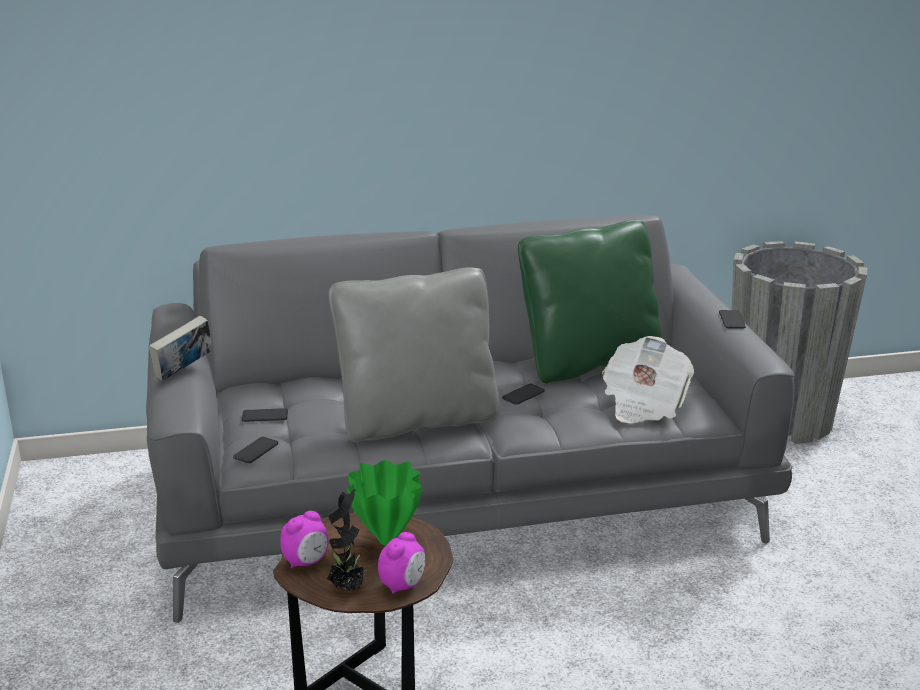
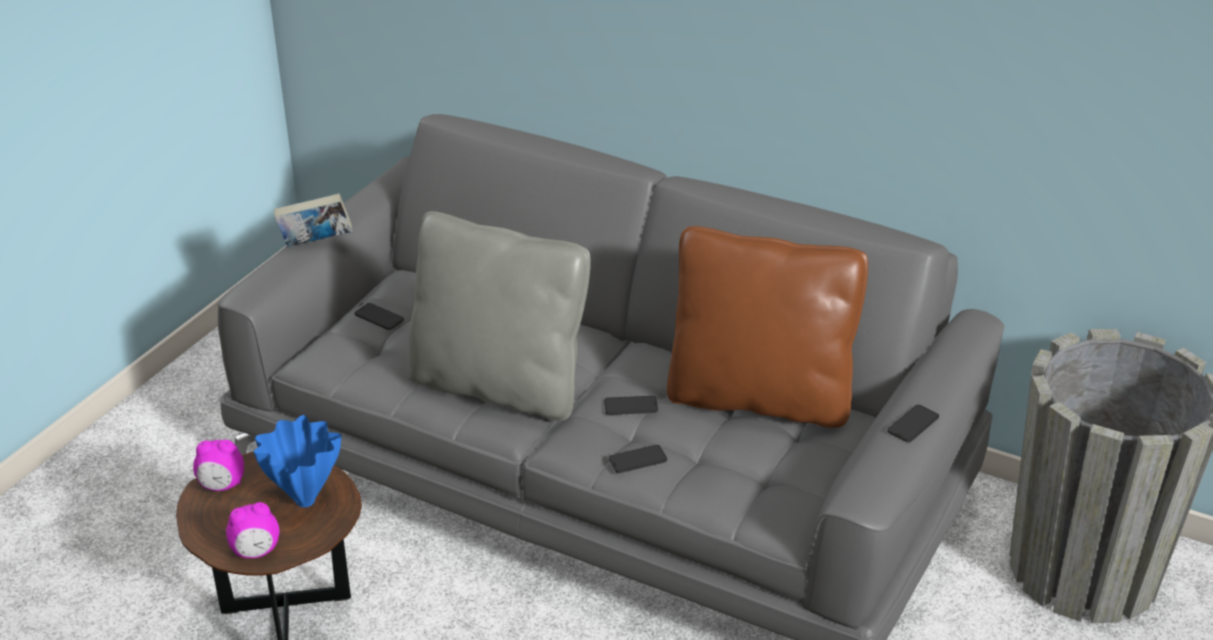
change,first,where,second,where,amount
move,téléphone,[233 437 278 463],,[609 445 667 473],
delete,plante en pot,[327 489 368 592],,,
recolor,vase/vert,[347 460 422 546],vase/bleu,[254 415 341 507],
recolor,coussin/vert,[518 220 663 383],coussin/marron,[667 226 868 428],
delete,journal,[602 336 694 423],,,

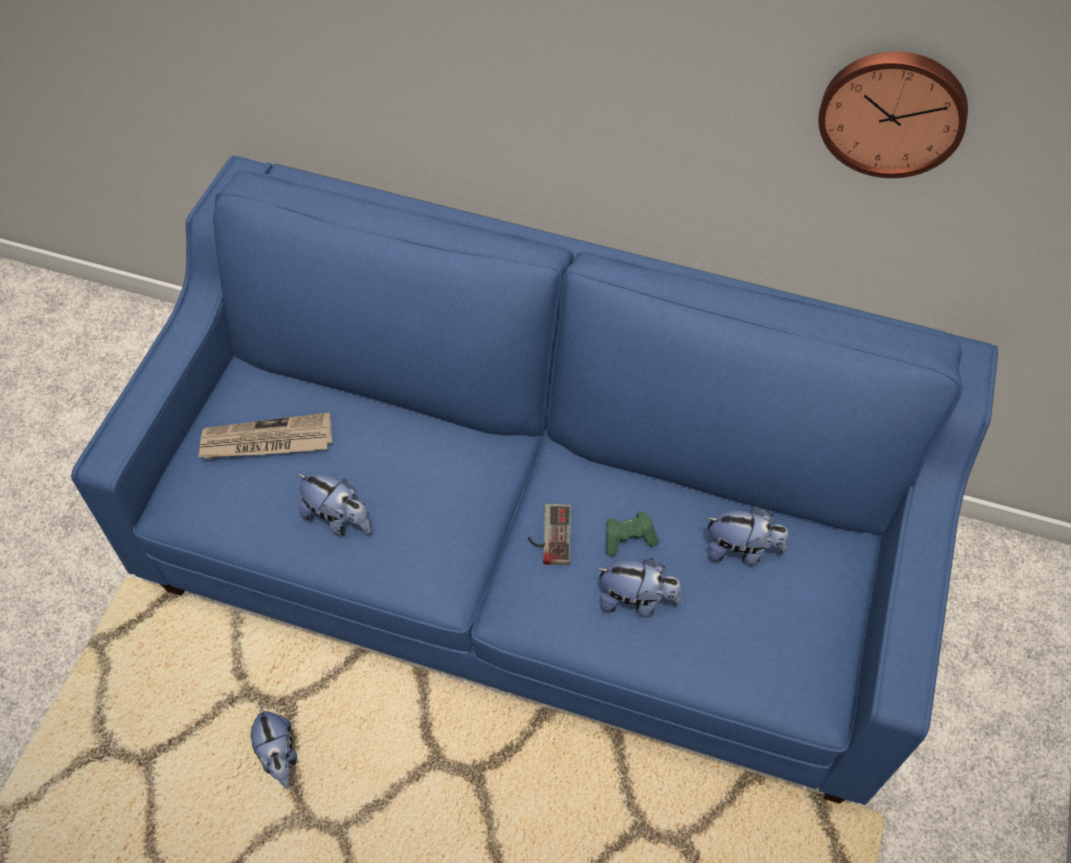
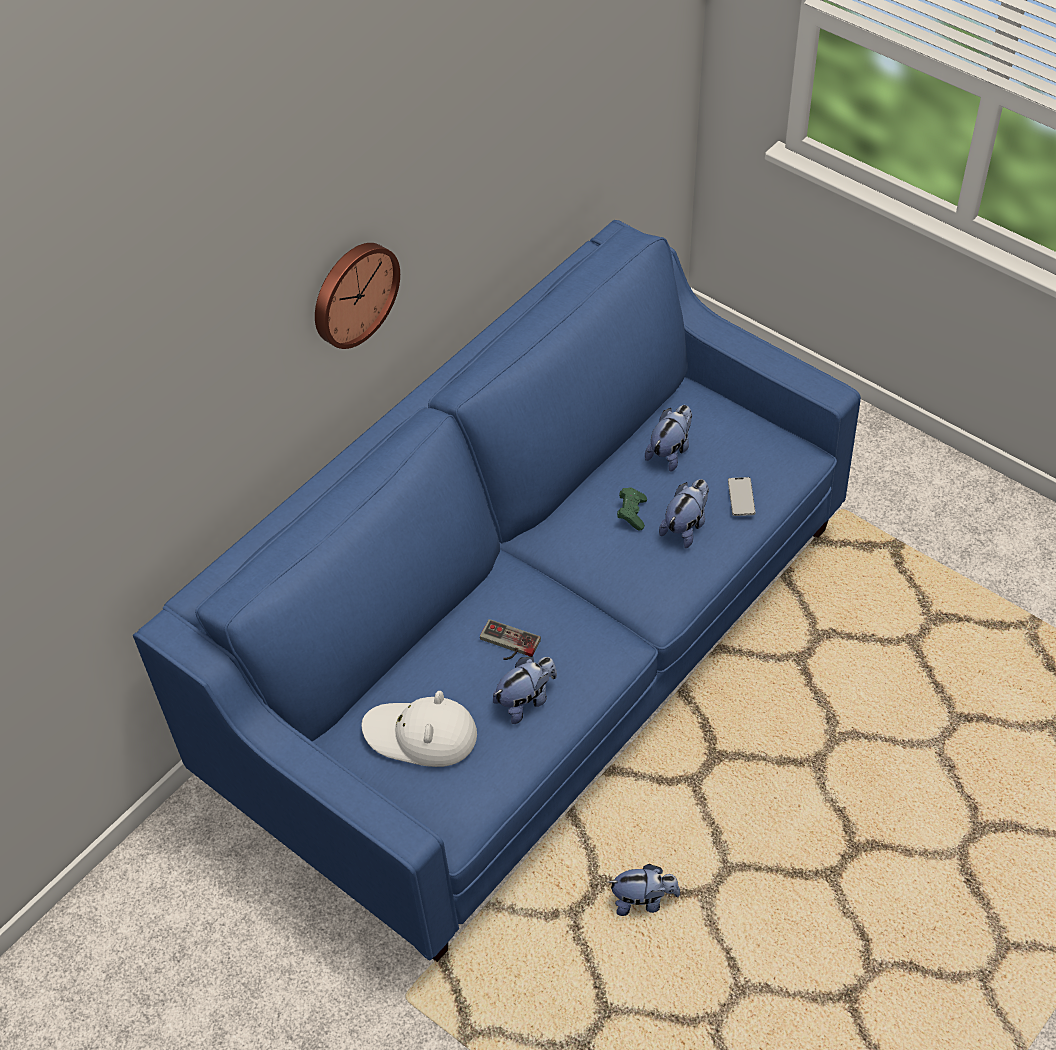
change,first,where,second,where,amount
replace,journal,[198 412 332 459],chapeau/blanc,[361 691 477 767],
move,manette,[528 504 571 565],,[480 619 541 660],
move,horloge murale,[818 52 968 178],,[315 243 400 349],
insert,,,téléphone,[728 477 755 516],

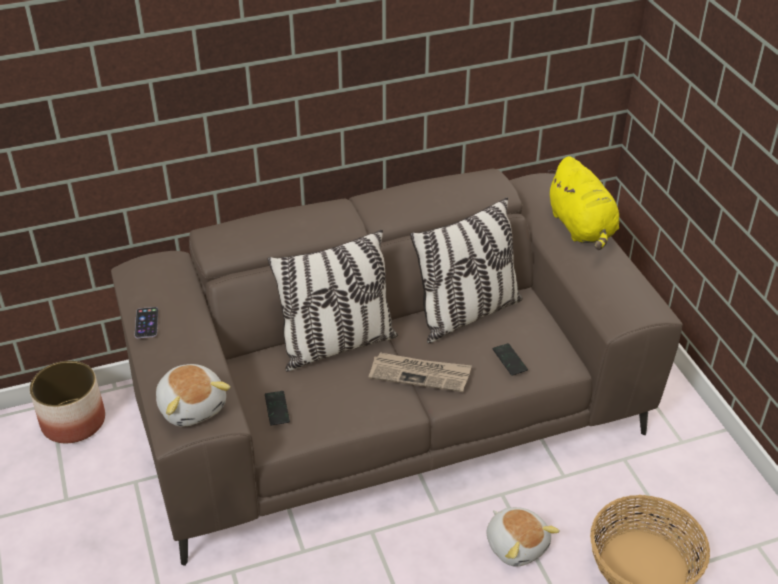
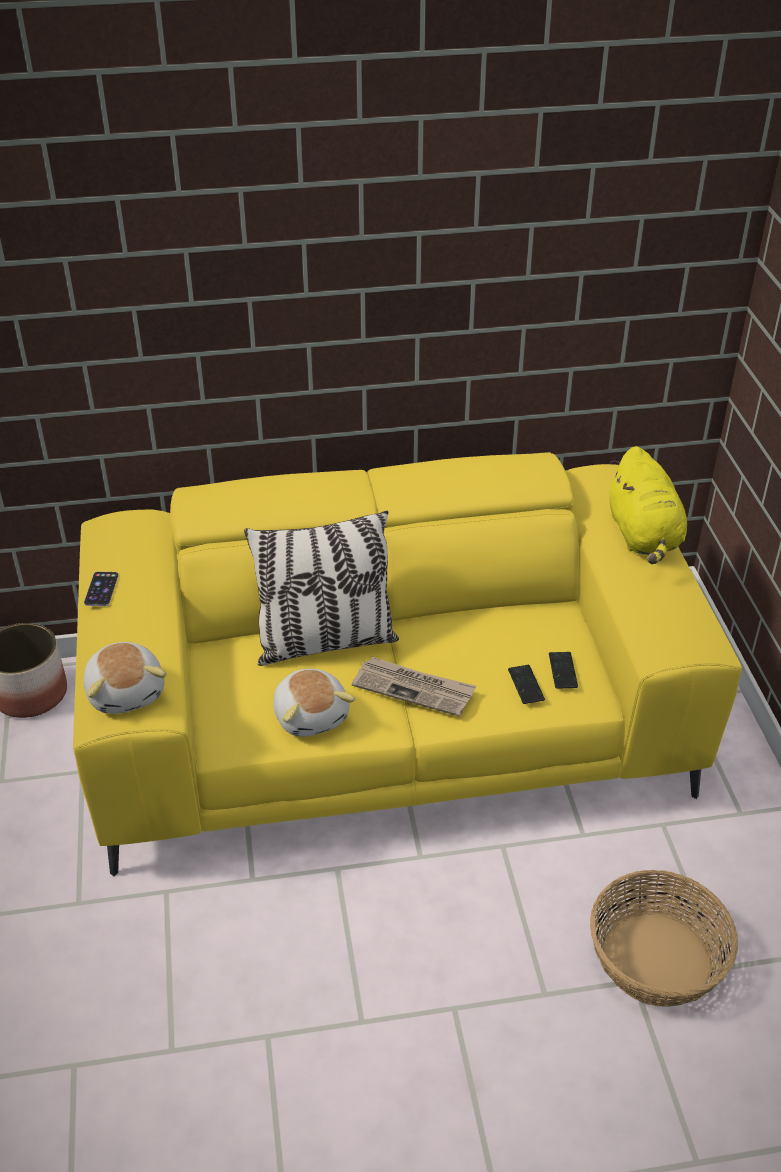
change,first,where,second,where,amount
recolor,canapé/marron,[111 169 683 566],canapé/jaune,[73 452 742 876],
move,téléphone,[265 391 290 426],,[549 652 578 689],
delete,coussin,[410 197 523 343],,,
move,peluche,[486 507 560 567],,[273 669 355 737],

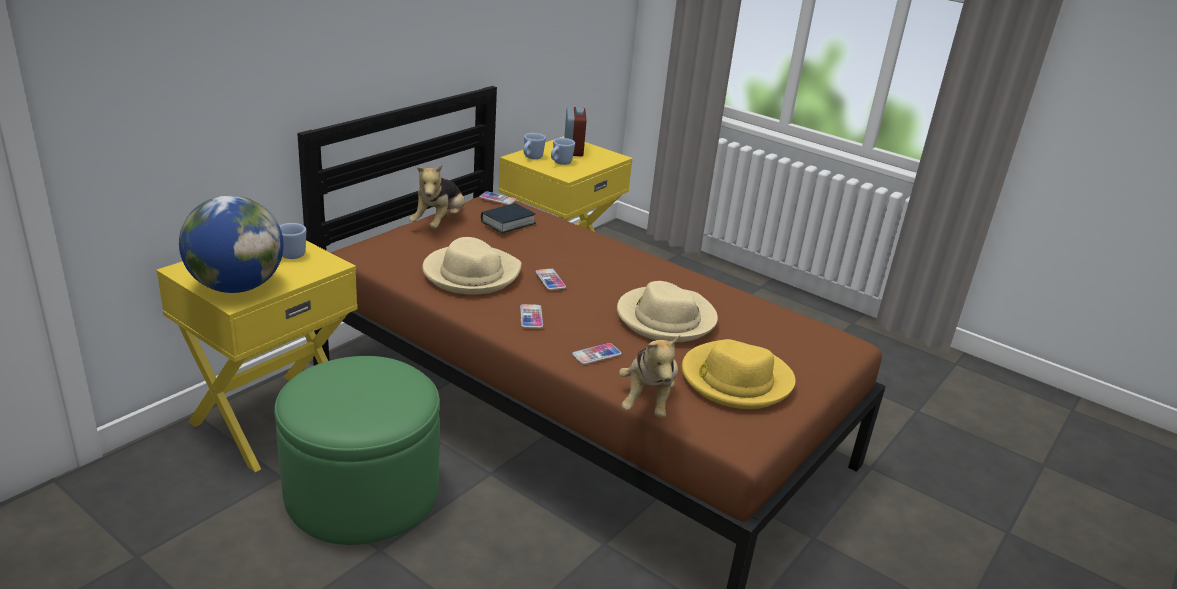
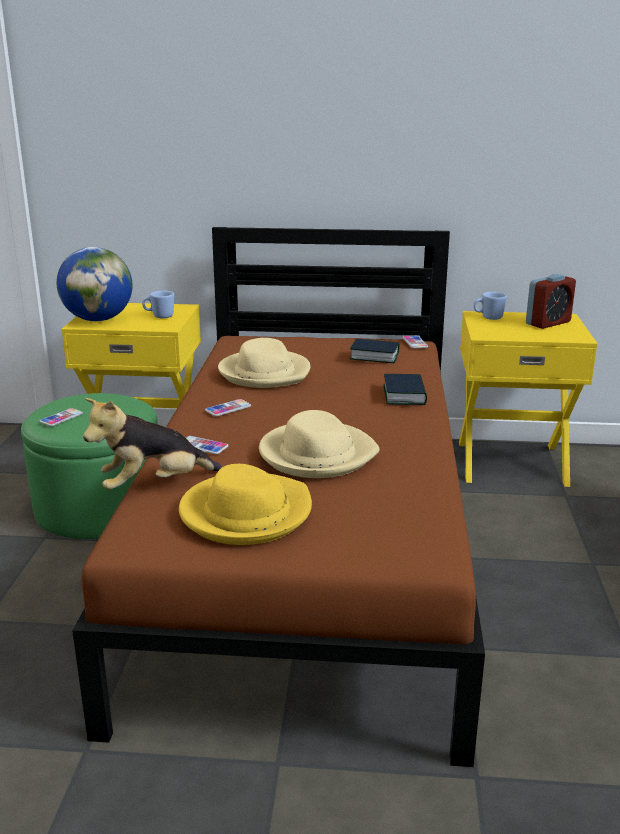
change,first,where,second,where,amount
delete,peluche,[409 164 465 229],,,
move,téléphone,[535 269 566 290],,[40 408 83 426],
delete,mug/bleu,[551 138 575 165],,,
insert,,,livre,[383 374 427 405],

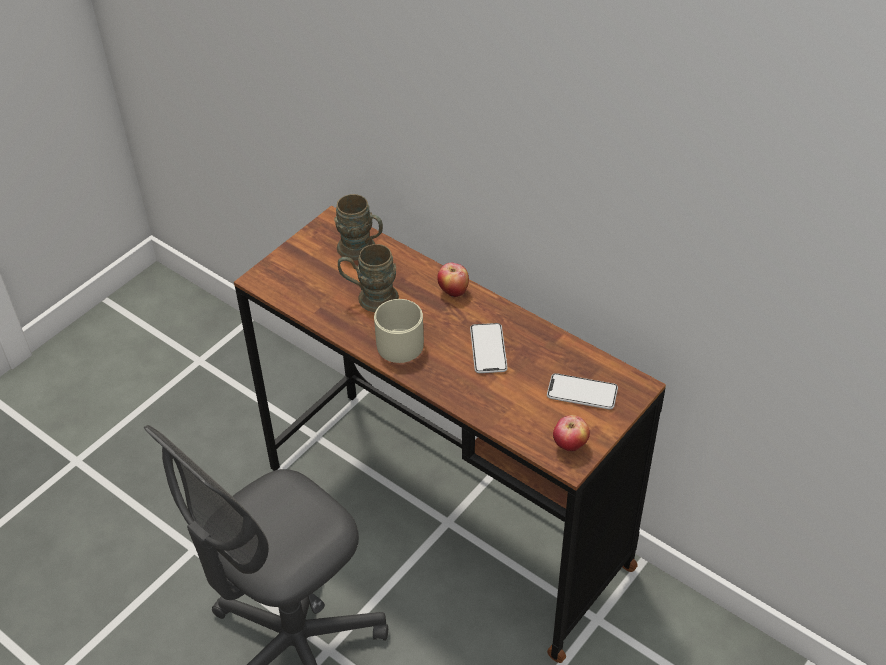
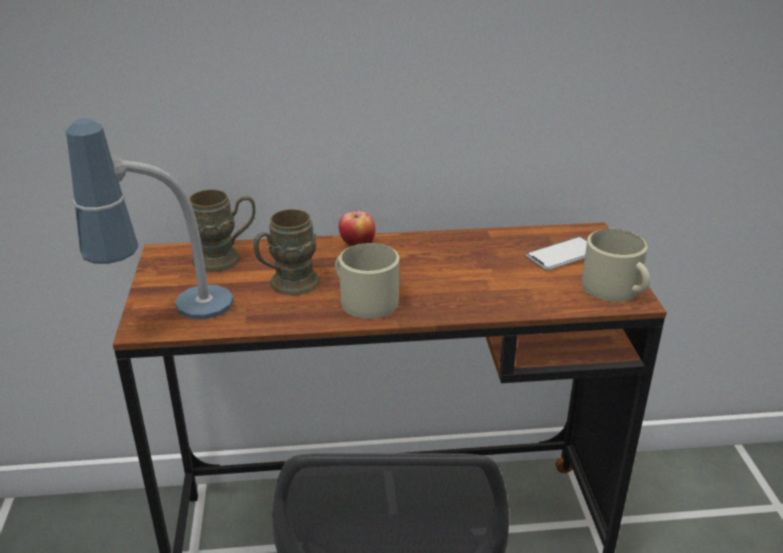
change,first,where,second,where,amount
delete,téléphone,[470 323 508 373],,,
replace,pomme,[553 415 590 451],mug/beige,[582 229 650 302],
insert,,,lampe de table,[66 118 234 319],

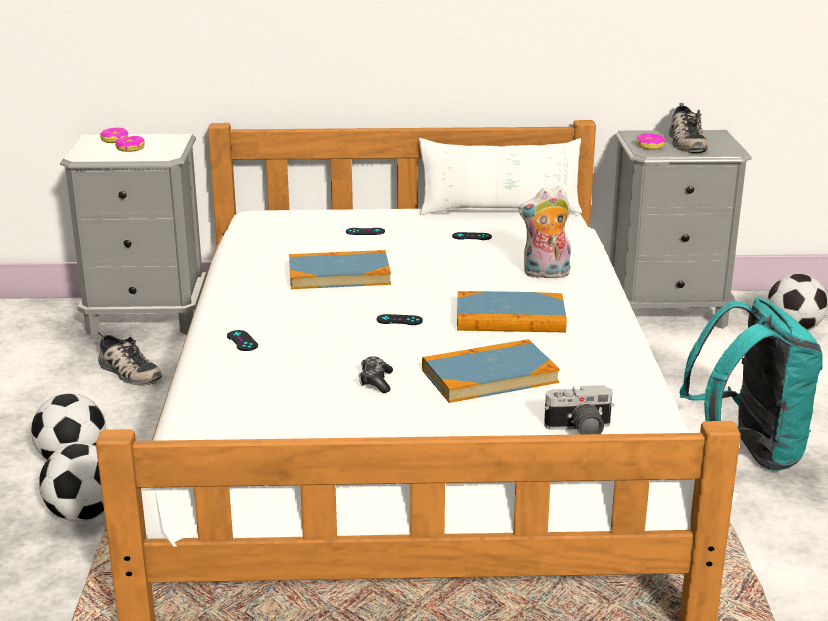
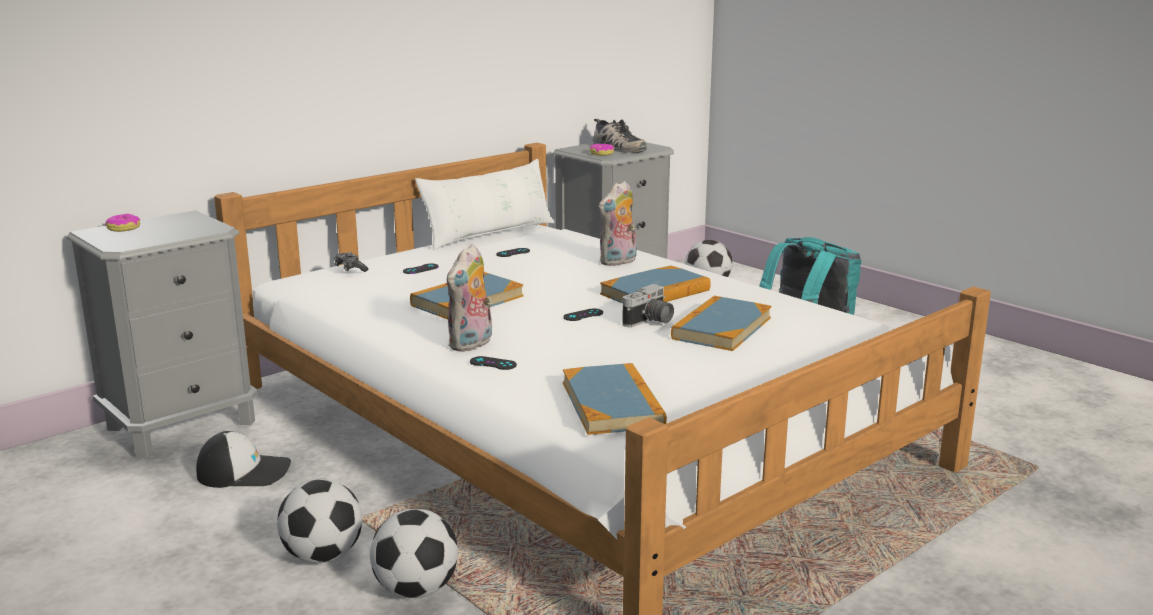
change,first,where,second,where,amount
replace,chaussure,[98 331 162 386],casquette,[196 431 291 488],
delete,beignet,[115 136 145 152],,,
move,manette,[359 356 393 393],,[334 252 369 272],
move,appareil photo,[544 385 615 435],,[622 284 674 327],
insert,,,peluche,[447 244 492 352],
insert,,,livre,[563 363 667 435],

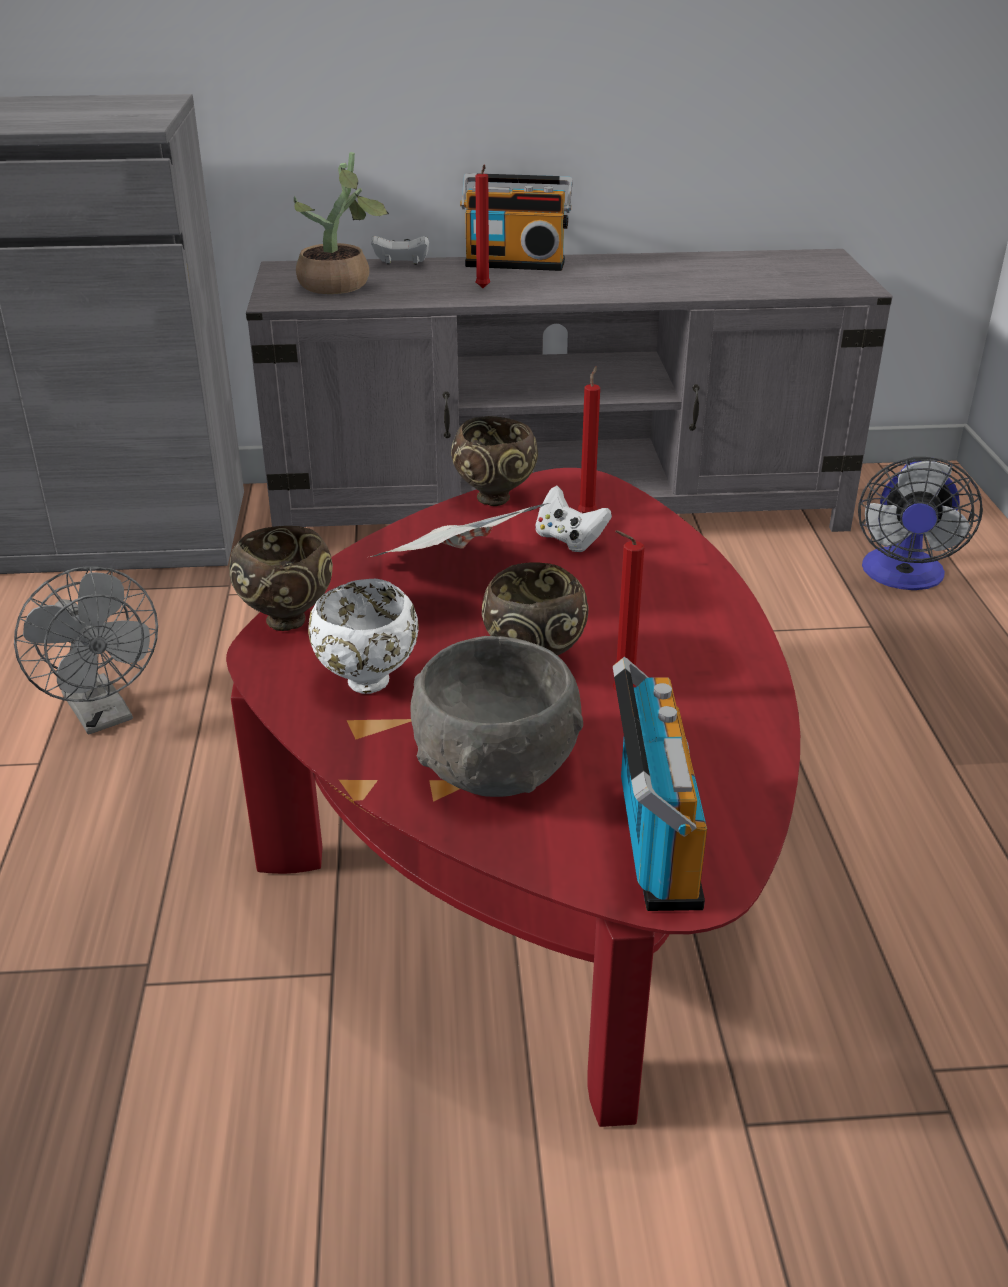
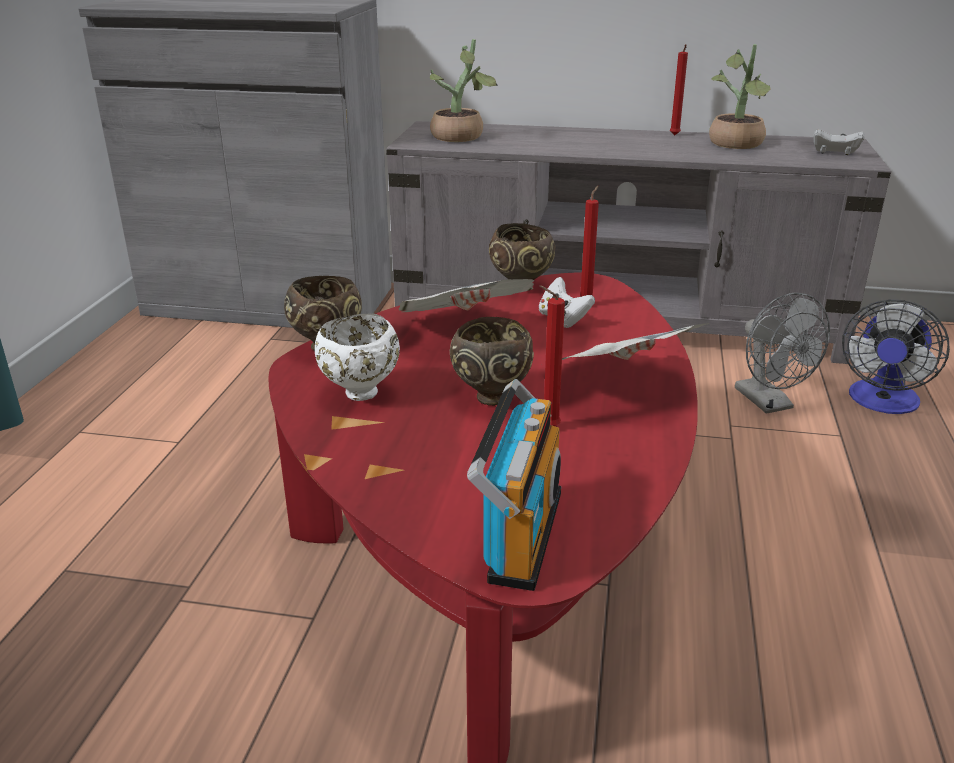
change,first,where,second,where,amount
move,ventilateur/gris,[14 567 158 735],,[735 293 830 414],
move,manette/blanc,[371 236 429 265],,[813 129 865 155],
delete,bol/gris,[411 636 583 797],,,
delete,radio,[460 173 573 271],,,
move,bougie/rouge,[475 165 490 288],,[670 44 688 135],
insert,,,journal,[545 323 710 364],
insert,,,plante en pot,[709 44 771 149],

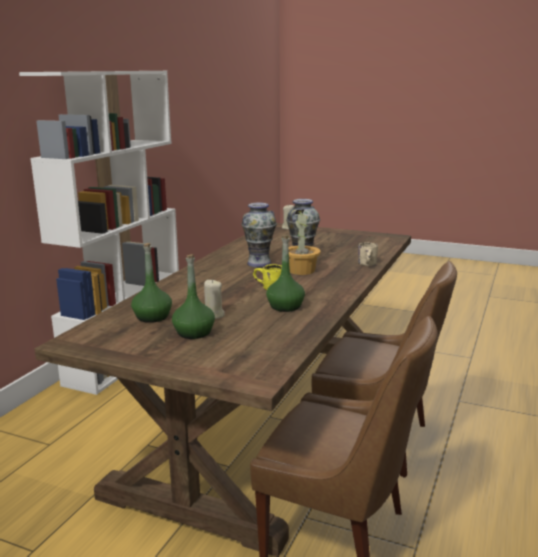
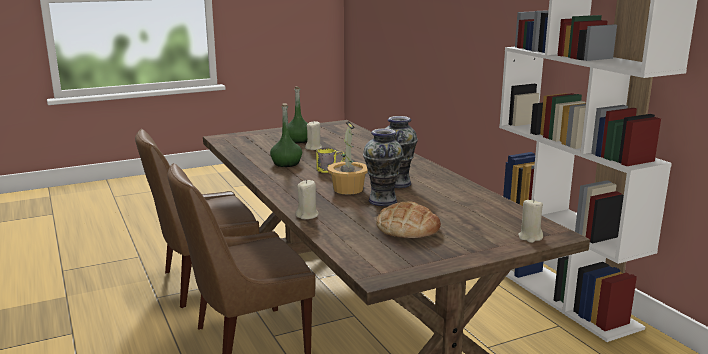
change,first,where,second,where,amount
delete,bouteille/vert,[131 243 172 323],,,
replace,mug/beige,[358 242 378 266],bougie/beige,[295 180 319 219],
insert,,,pain,[376 201 441 238],

